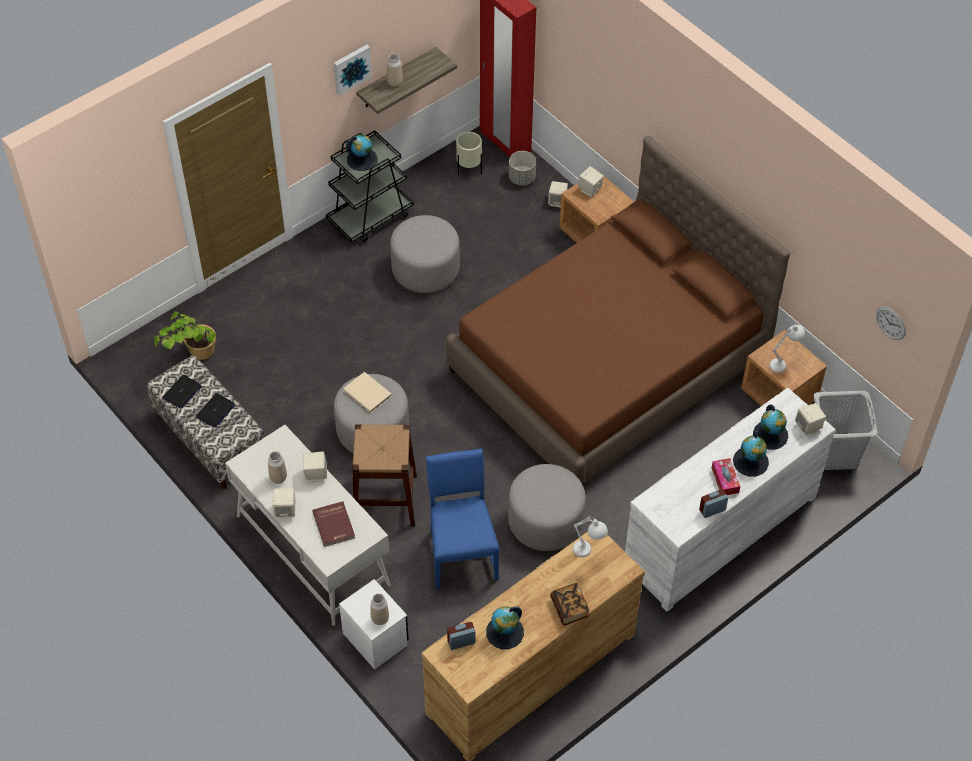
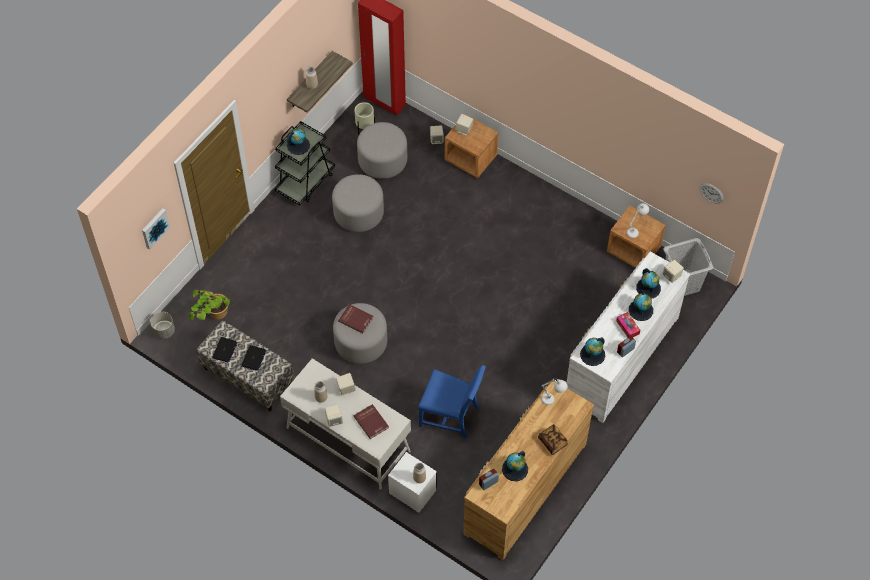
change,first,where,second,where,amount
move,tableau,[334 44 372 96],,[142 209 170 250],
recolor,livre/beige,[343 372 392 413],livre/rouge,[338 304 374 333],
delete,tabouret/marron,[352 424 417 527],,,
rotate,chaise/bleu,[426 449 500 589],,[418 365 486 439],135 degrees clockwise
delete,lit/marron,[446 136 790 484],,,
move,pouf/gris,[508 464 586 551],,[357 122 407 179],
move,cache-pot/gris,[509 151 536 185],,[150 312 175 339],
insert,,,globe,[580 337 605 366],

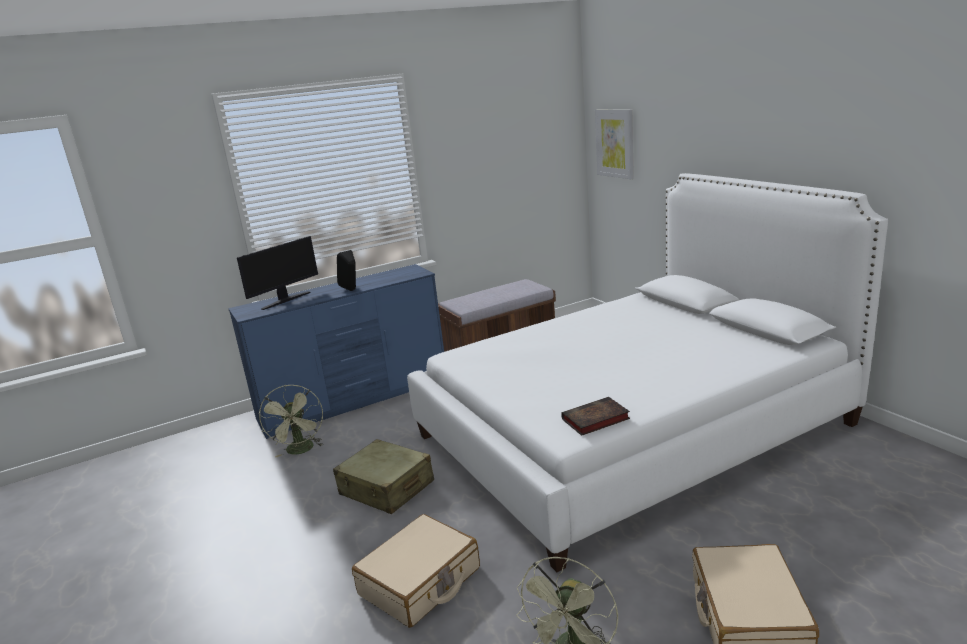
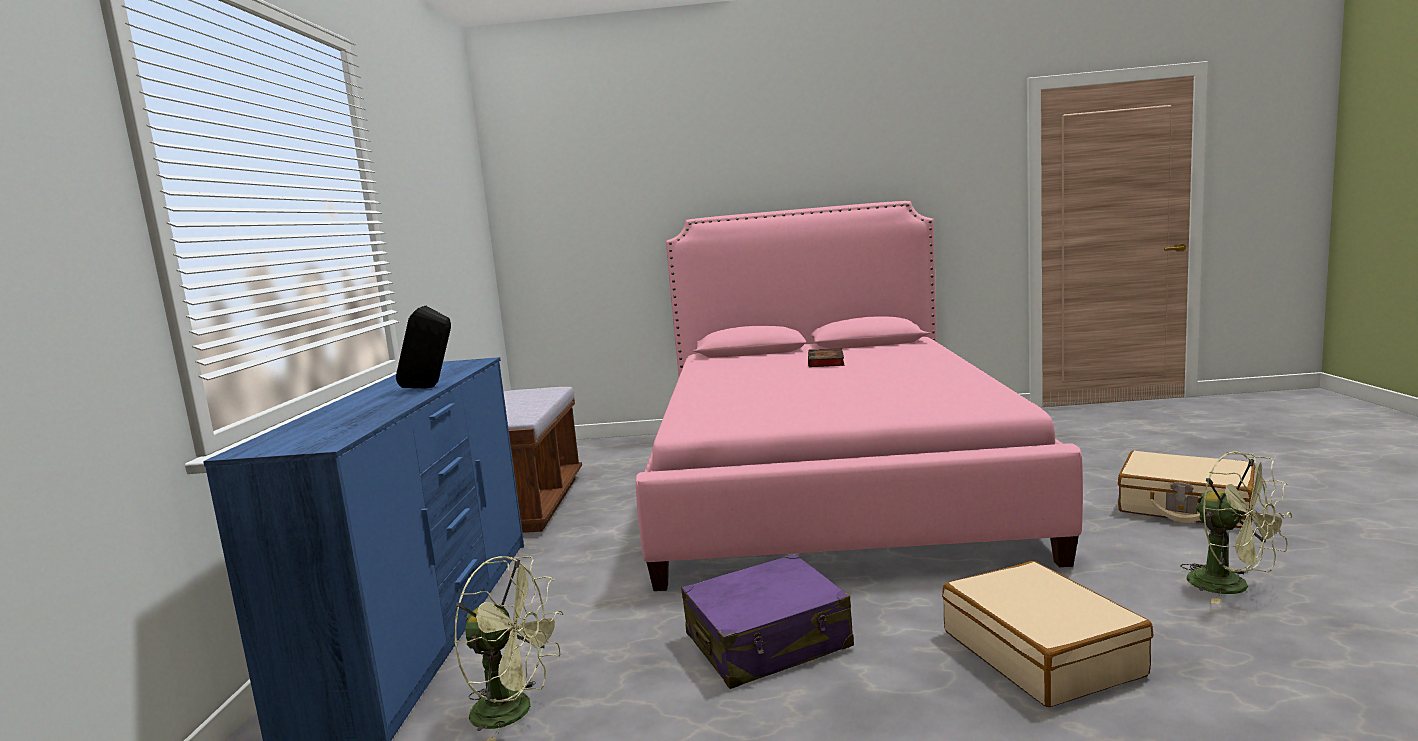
change,first,where,second,where,amount
delete,écran d'ordinateur,[237 236 318 310],,,
recolor,valise/beige,[333 439 434 514],valise/violet,[681 554 854 689],
recolor,lit/blanc,[407 173 888 572],lit/rose,[636 201 1083 591],
move,livre,[561 397 630 436],,[808 348 844 367],
delete,tableau,[595 109 634 179],,,

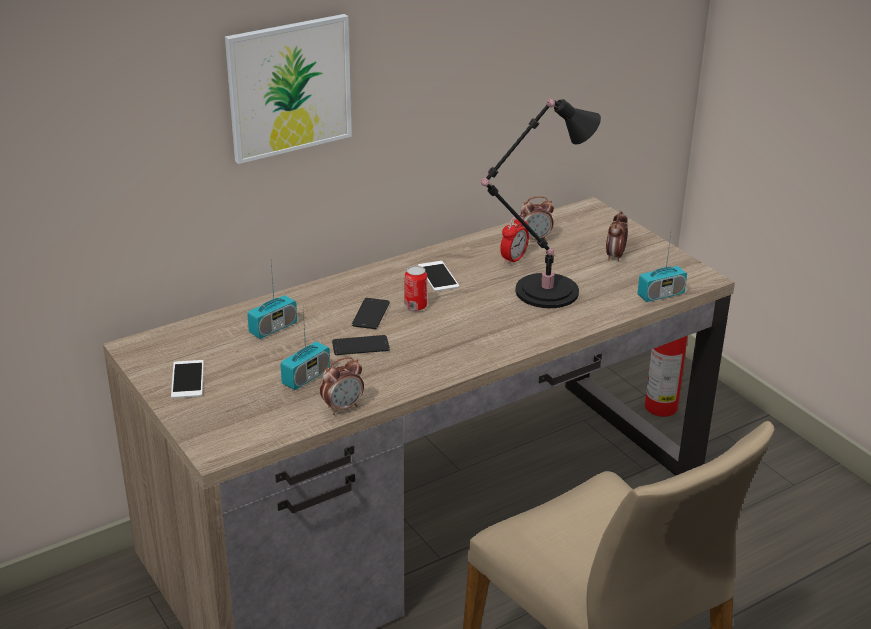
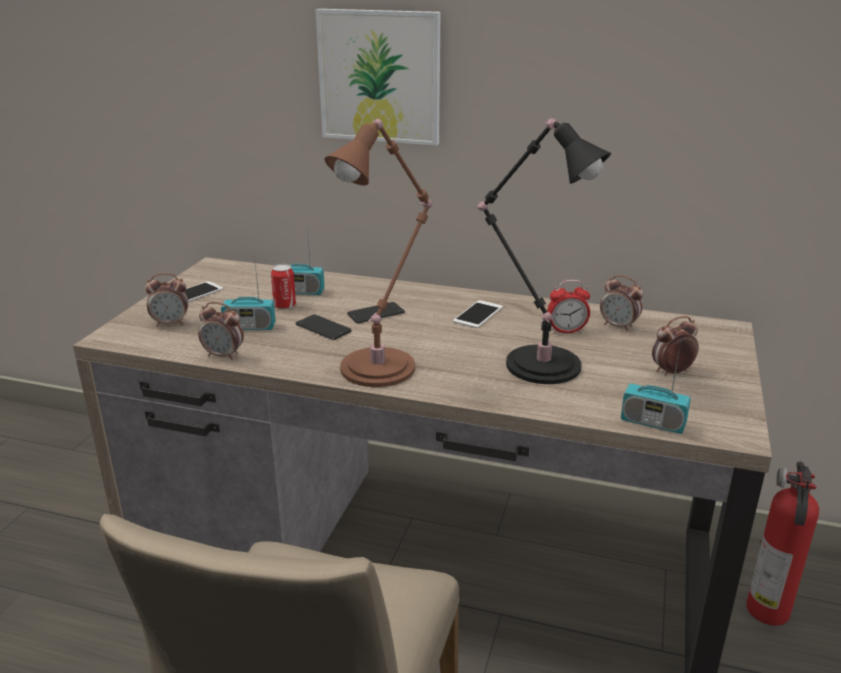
change,first,where,second,where,amount
move,boîte métallique,[405 266 427 311],,[271 264 296 310],
insert,,,réveil,[145 273 188 327],
insert,,,lampe de table/marron,[325 118 432 387],

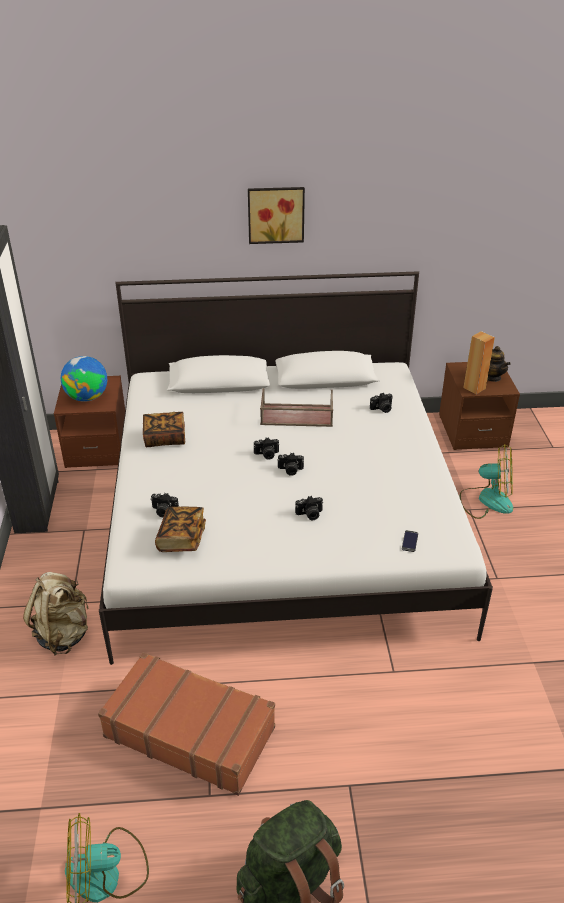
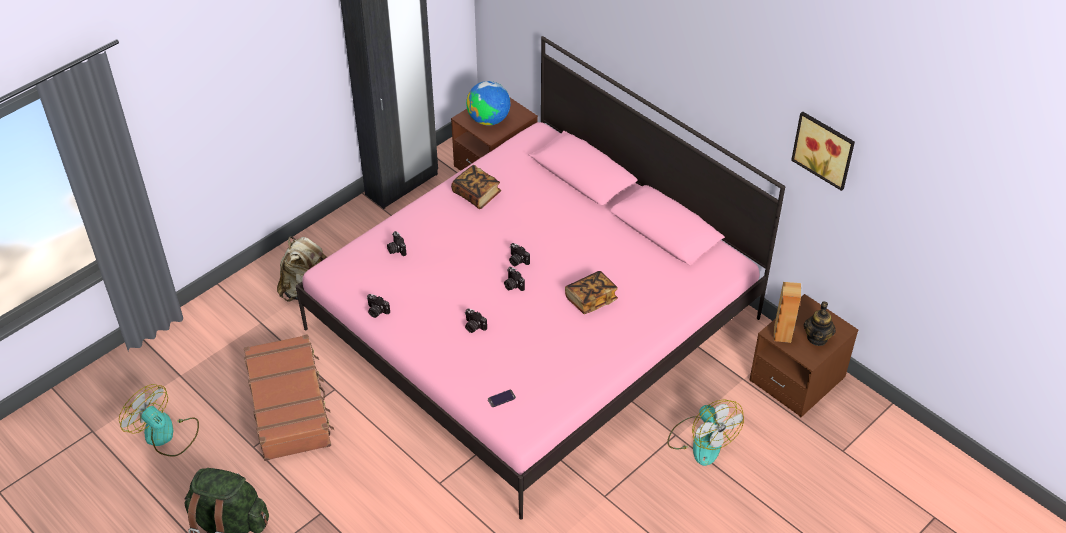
change,first,where,second,where,amount
recolor,lit/blanc,[99 271 493 665],lit/rose,[296 36 786 520],
move,livre,[155 507 206 552],,[565 271 618 314],
move,tableau,[248 187 305 244],,[791 112 855 191],
delete,plateau/marron,[260 388 333 427],,,
move,appareil photo,[370 393 393 413],,[367 294 390 318],

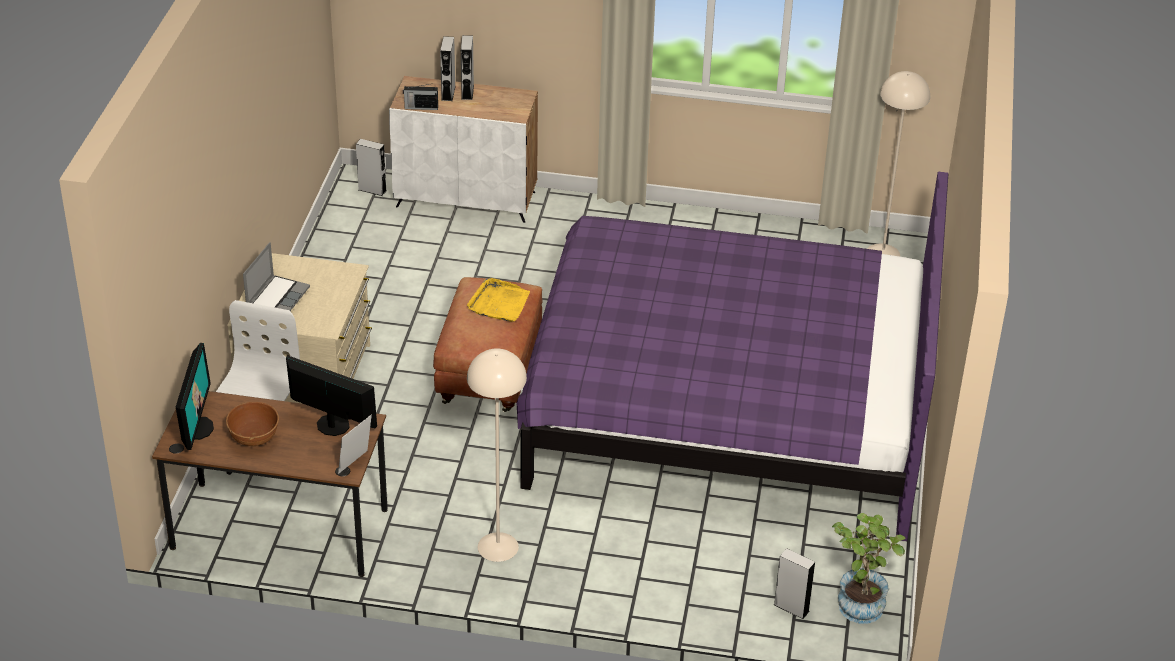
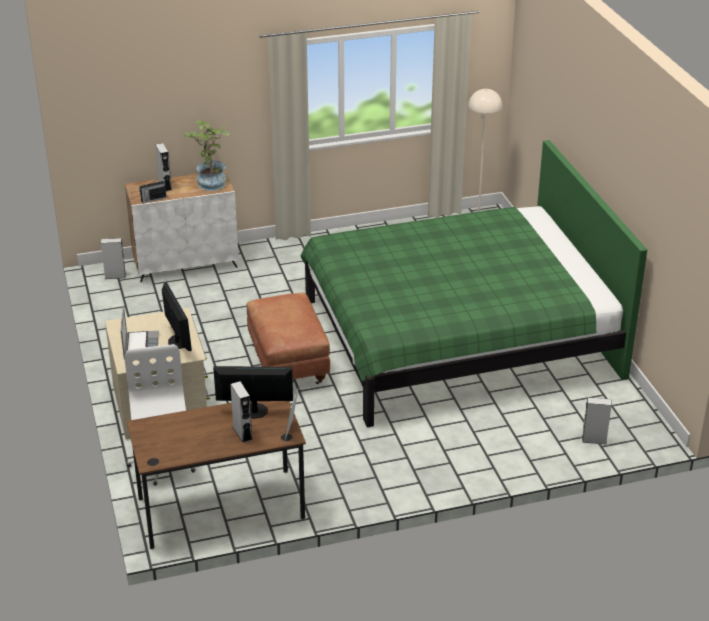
change,first,where,second,where,amount
move,écran d'ordinateur,[176 343 214 450],,[162 282 192 351],
delete,bol/marron,[226 402 279 446],,,
move,enceinte/gris,[461 35 474 100],,[230 381 252 443],
delete,plateau/jaune,[467 278 530 322],,,
delete,lampadaire/beige,[467 348 527 562],,,
recolor,lit/violet,[517 172 948 541],lit/vert,[301 140 647 427],
move,plante en pot,[832 513 906 624],,[182 120 229 191],

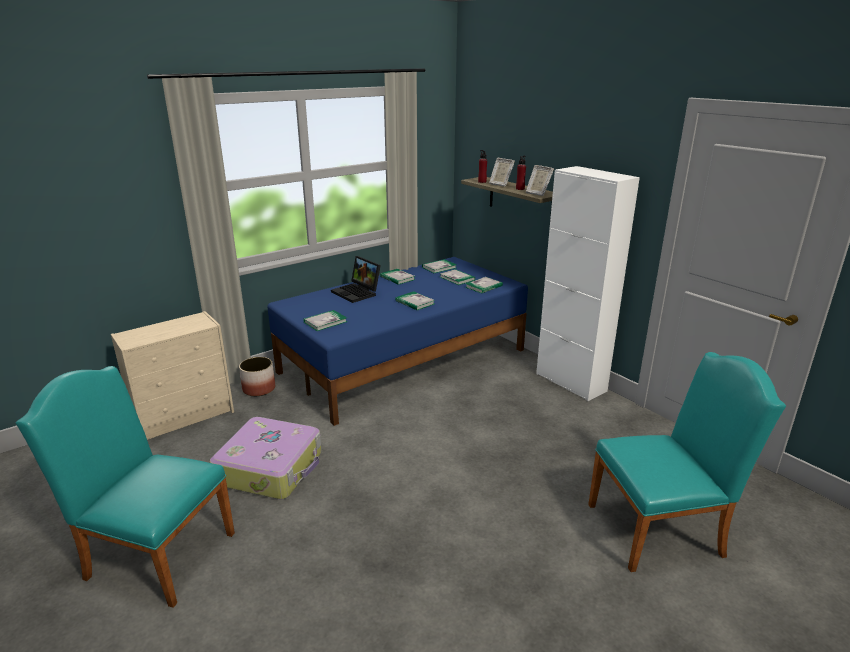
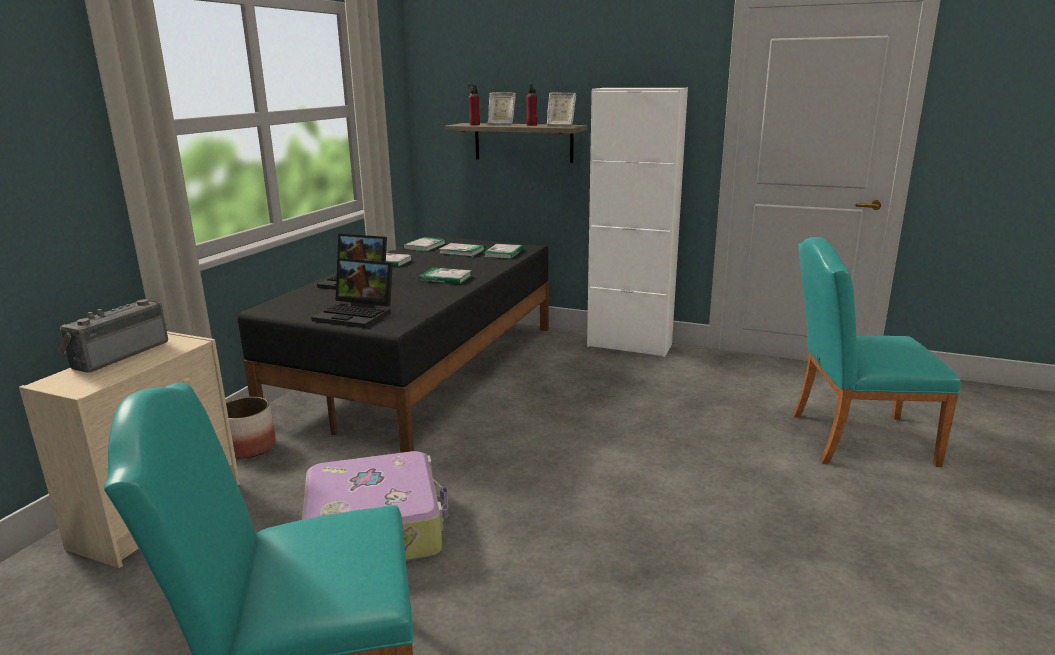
change,first,where,second,where,amount
recolor,lit/bleu,[267 257 528 426],lit/noir,[237 236 549 453],
replace,livre,[303 310 347 331],ordinateur portable,[311 258 393 328],
rotate,chaise/turquoise,[588 352 786 572],,[793 237 960 467],135 degrees counterclockwise
insert,,,radio,[58 299 168 373],

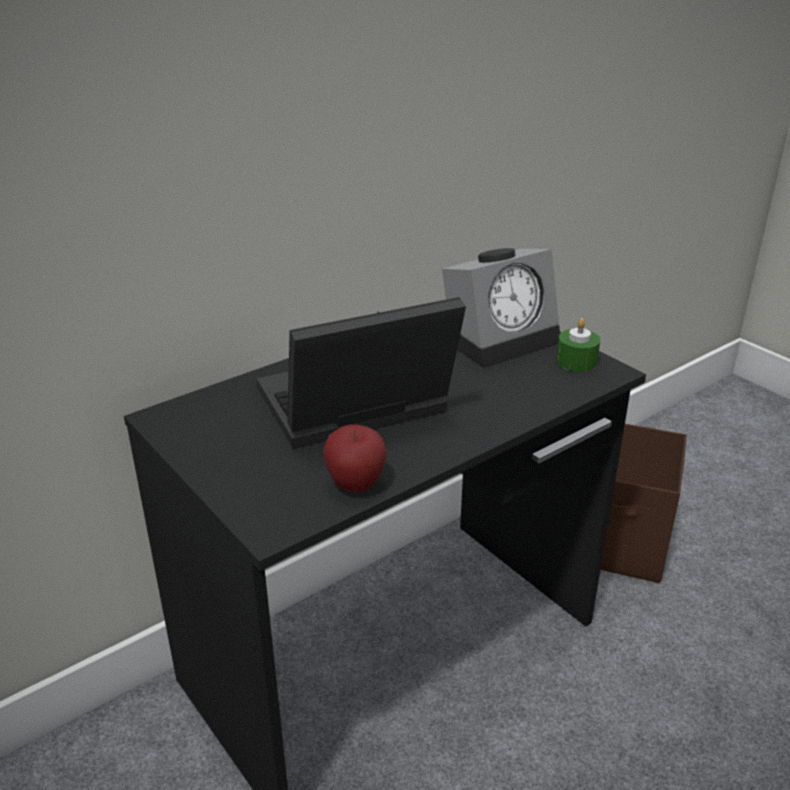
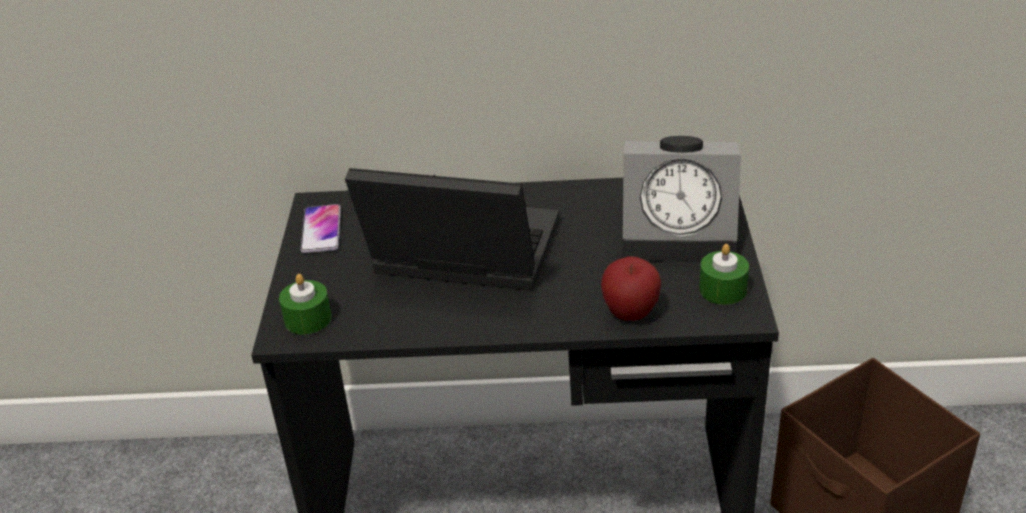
change,first,where,second,where,amount
move,pomme,[323 425 387 492],,[601 256 661 321],
insert,,,bougie/vert,[279 274 332 335],
insert,,,téléphone,[301 204 341 253],

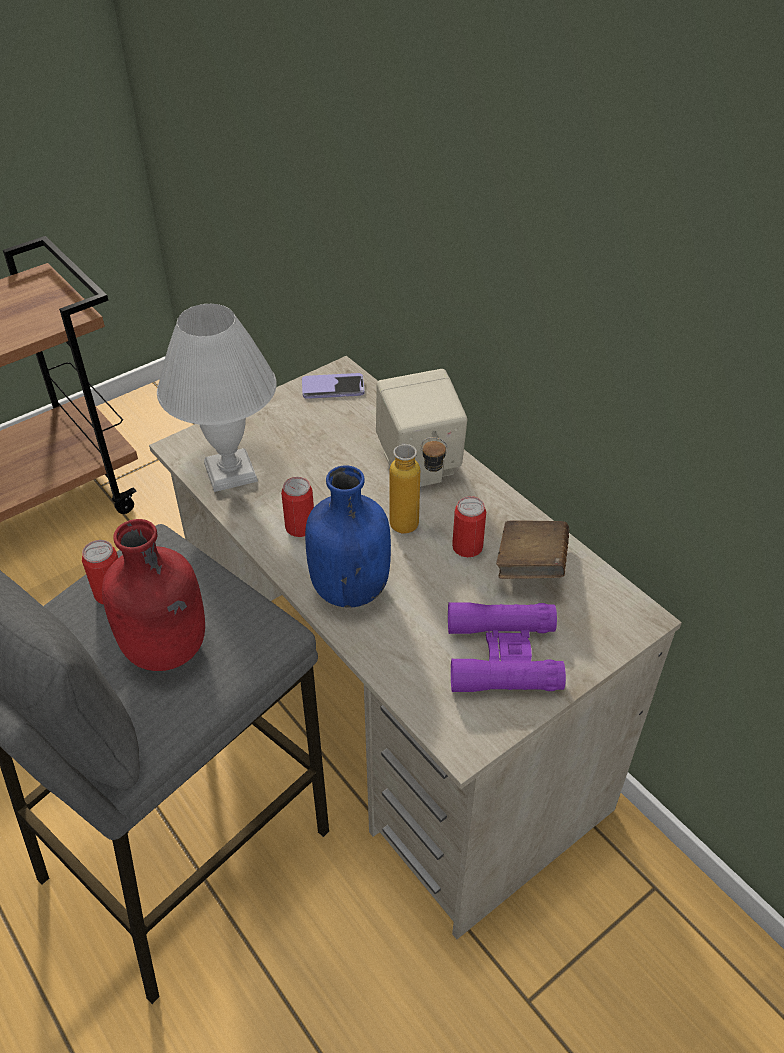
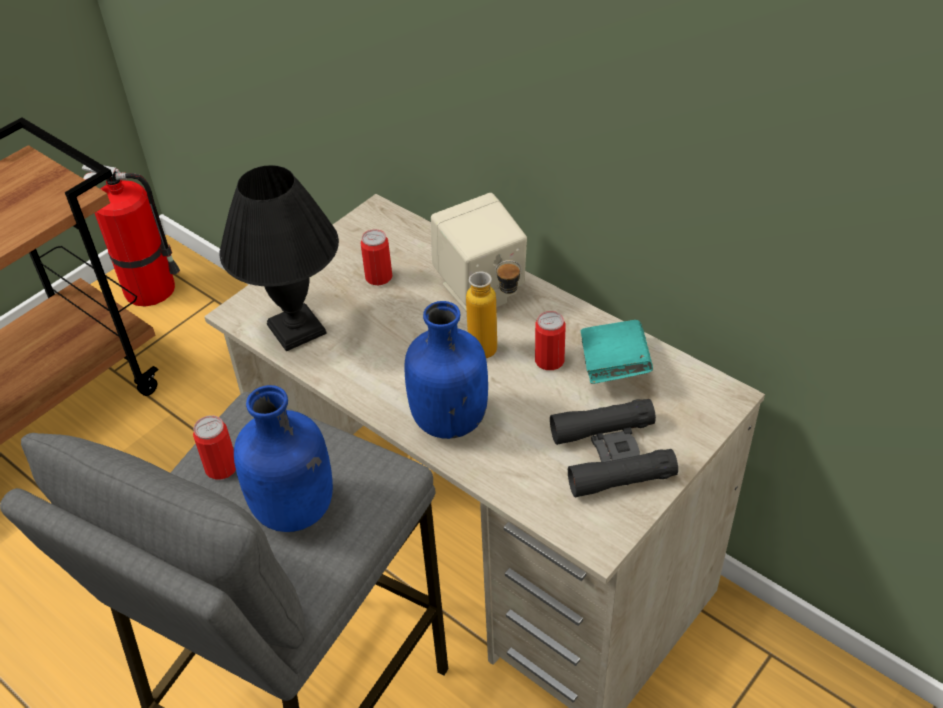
change,first,where,second,where,amount
recolor,bouteille/rouge,[102 519 205 671],bouteille/bleu,[234 385 333 532],
recolor,lampe de table/blanc,[157 304 277 492],lampe de table/noir,[220 165 339 351],
move,boîte métallique,[281 477 314 537],,[360 229 392 285],
delete,téléphone,[302 373 365 399],,,
recolor,jumelles/violet,[448 602 566 692],jumelles/noir,[550 399 678 497],
recolor,livre/marron,[496 520 569 579],livre/turquoise,[581 320 653 384],
insert,,,extincteur,[82 165 180 307],

